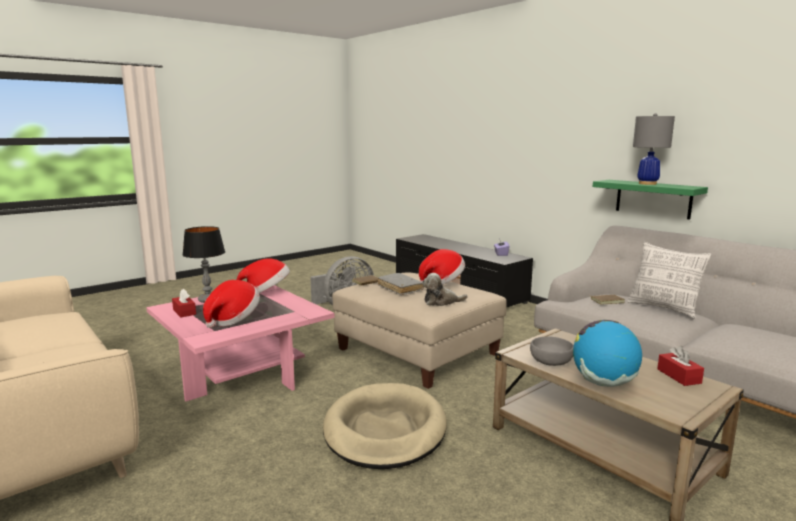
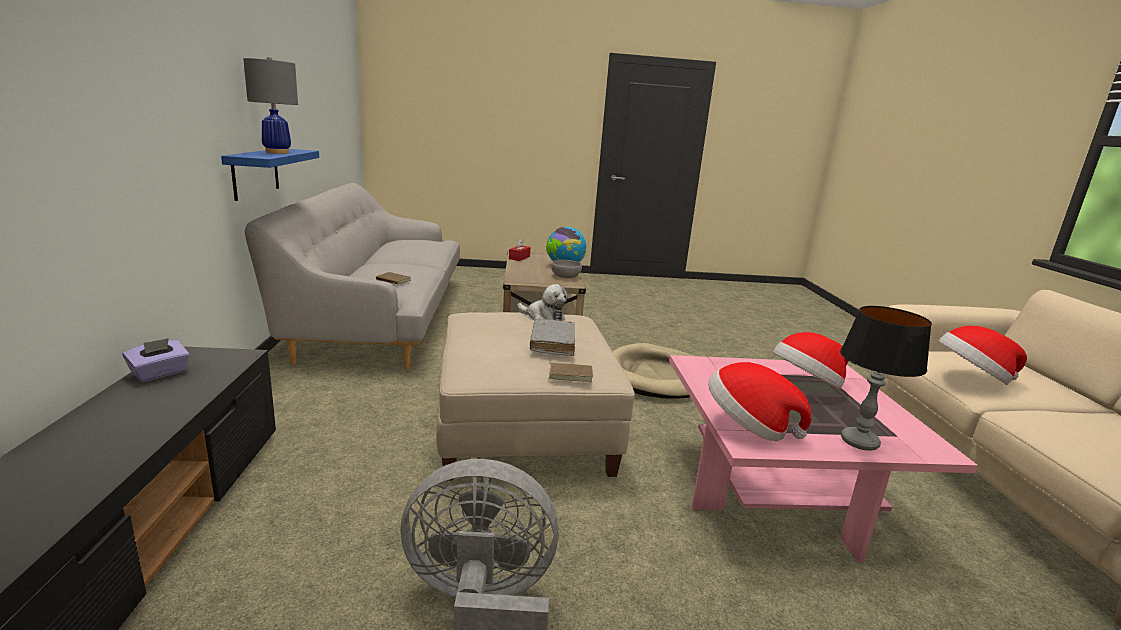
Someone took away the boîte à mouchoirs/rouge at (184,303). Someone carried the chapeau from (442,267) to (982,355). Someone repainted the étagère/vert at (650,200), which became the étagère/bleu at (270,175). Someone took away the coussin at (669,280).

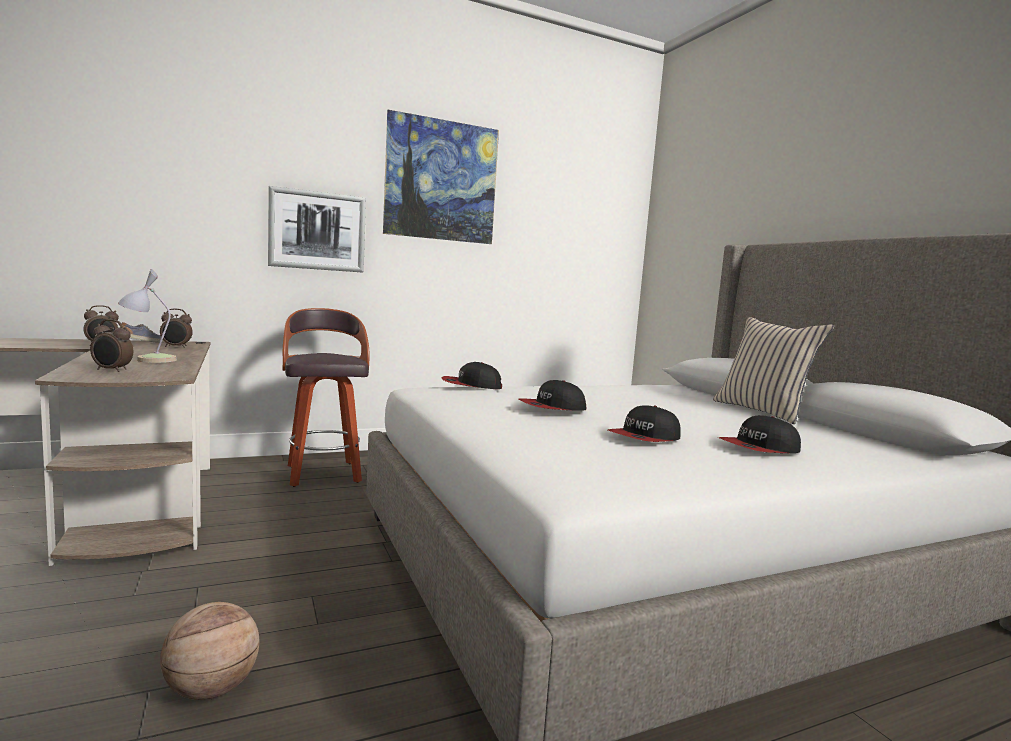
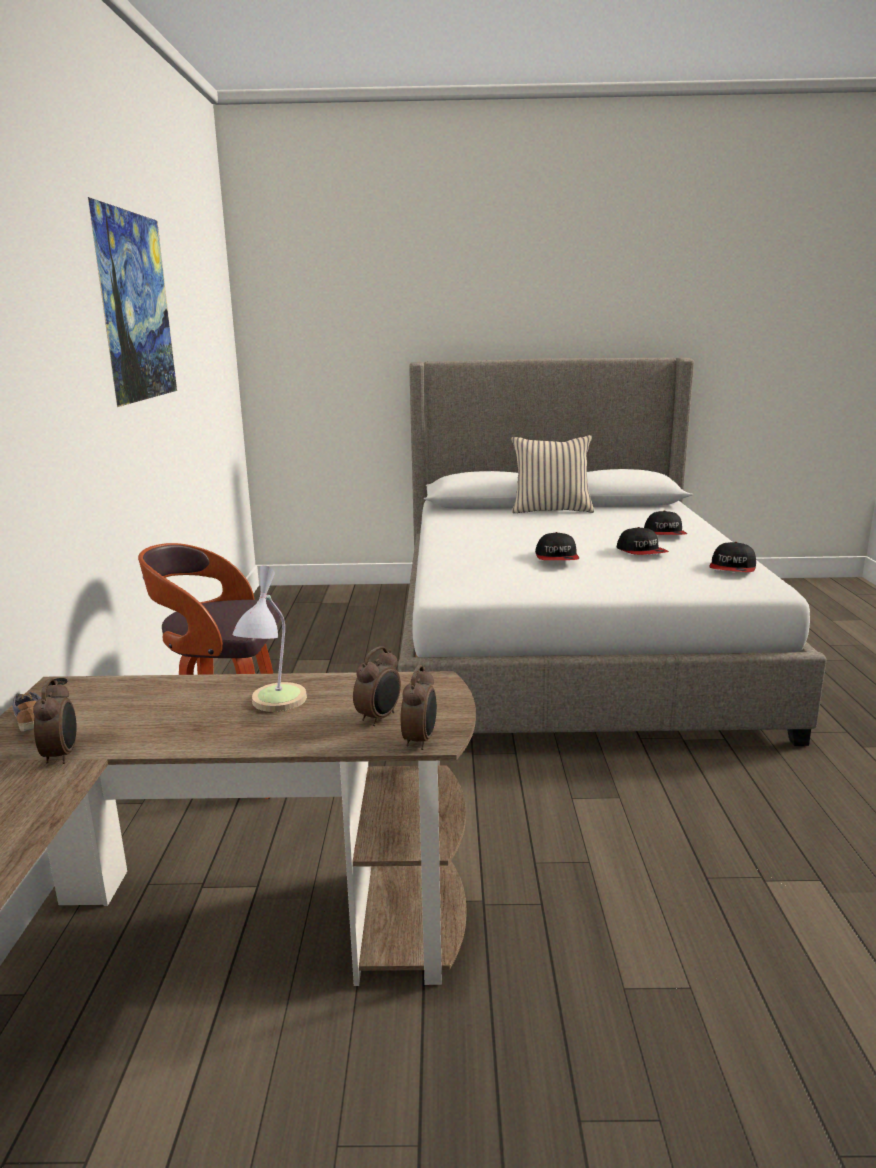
Someone carried the réveil from (176,328) to (418,707). Someone took away the ballon de basket at (209,651). Someone took away the tableau at (317,229). Someone carried the casquette from (472,375) to (732,557).

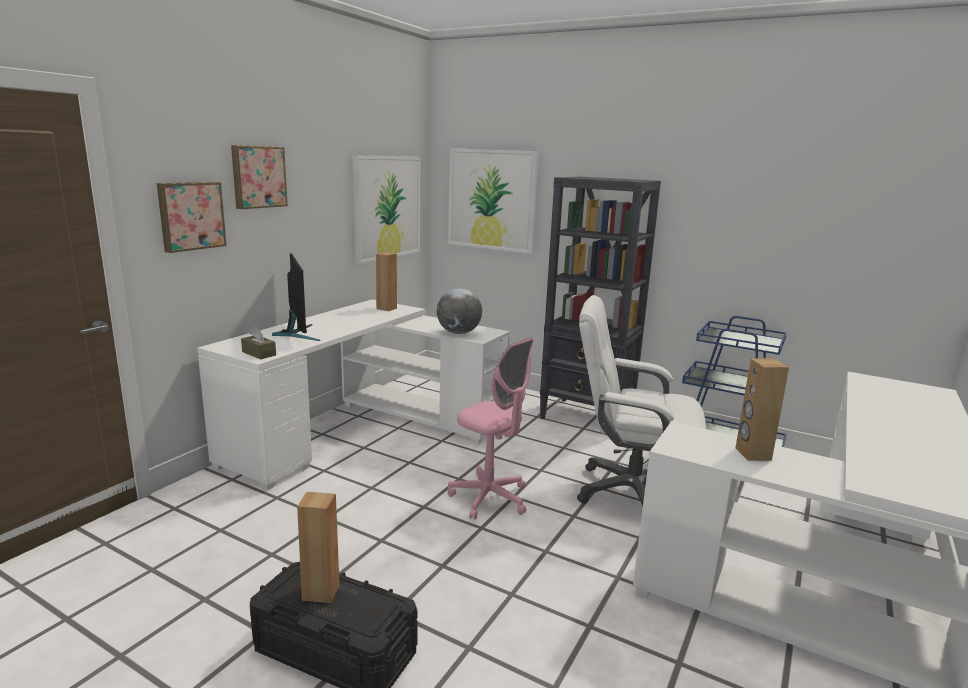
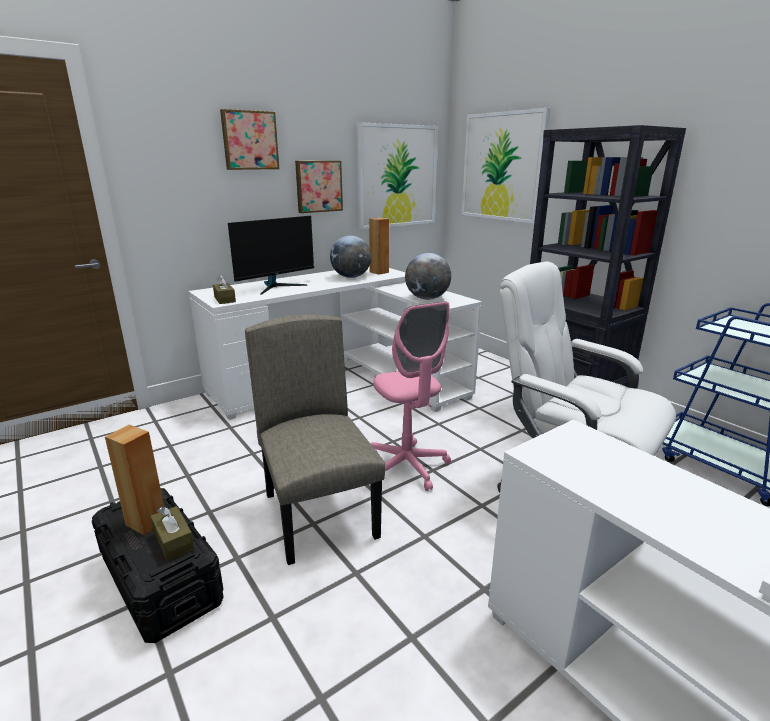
Someone carried the tableau from (192,217) to (319,187). Someone rotated the écran d'ordinateur at (296,297) by 45 degrees clockwise. Someone took away the enceinte/marron at (762,409). Someone put down the boîte à mouchoirs/marron at (172,533). Someone put down the chaise/beige at (315,439). Someone put down the globe at (350,257).

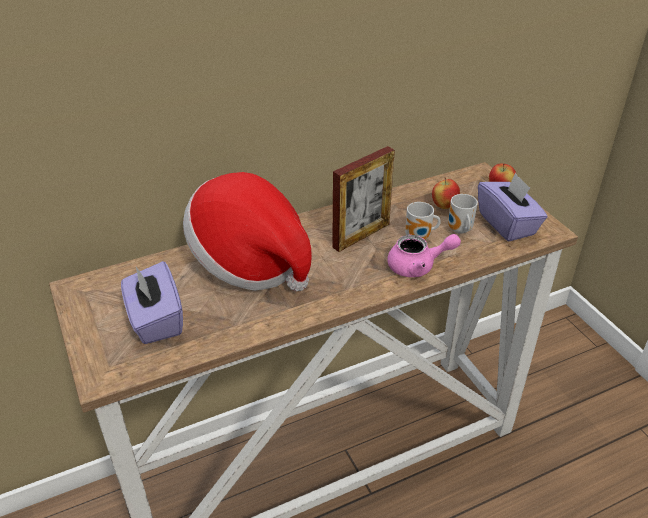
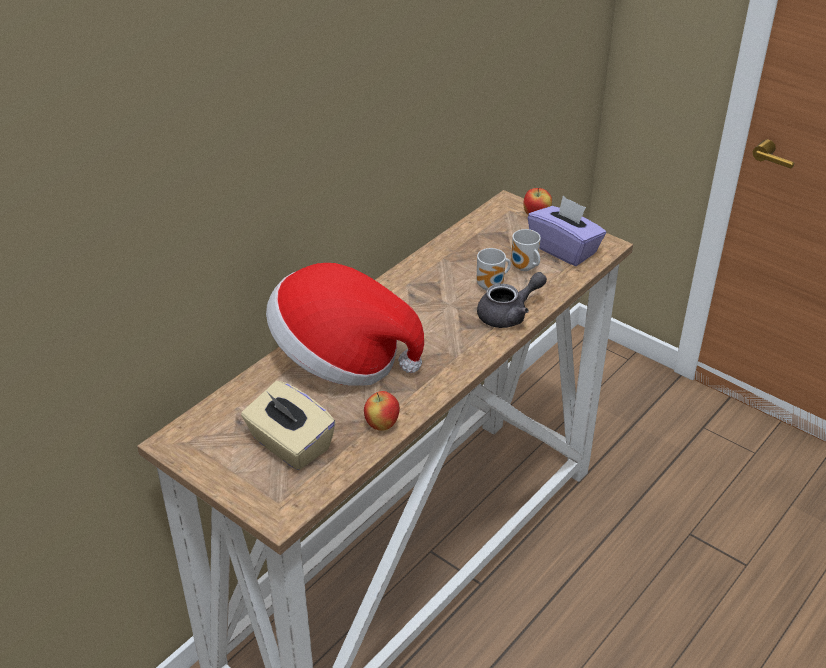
Someone repainted the boîte à mouchoirs/violet at (152,302), which became the boîte à mouchoirs/beige at (288,425). Someone took away the cadre photo at (363,199). Someone repainted the théière/rose at (424,255), which became the théière/gris at (512,300). Someone carried the pomme from (446,193) to (382,411).

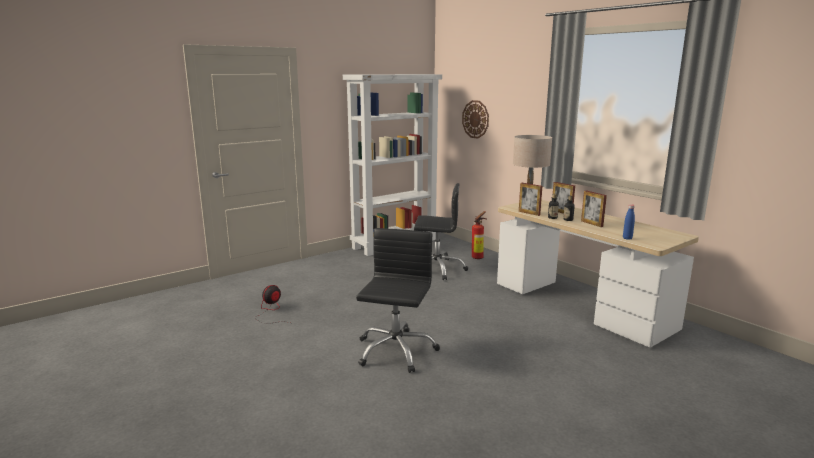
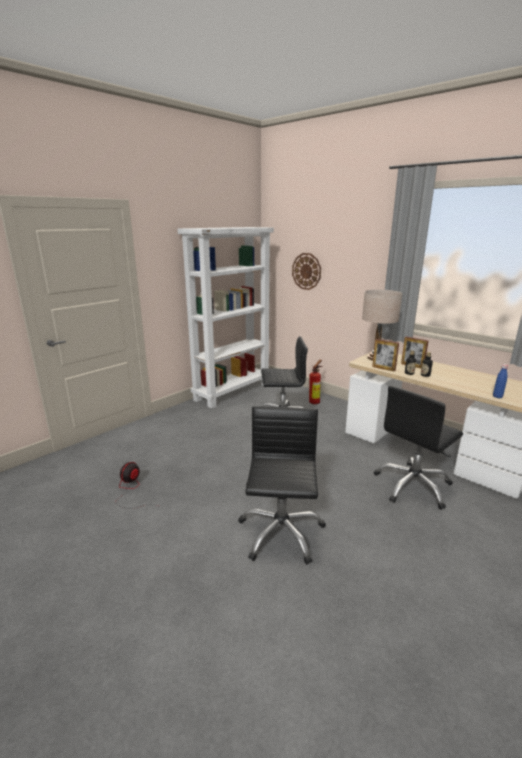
Someone took away the cadre photo at (594,208). Someone put down the chaise de bureau/noir at (418,448).

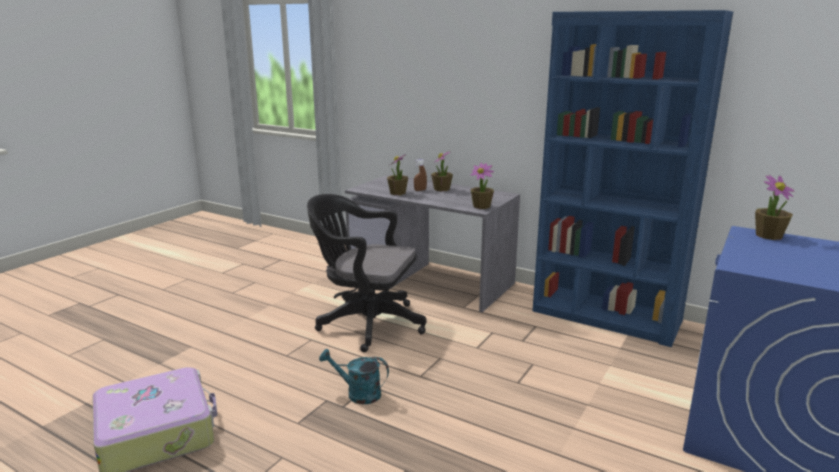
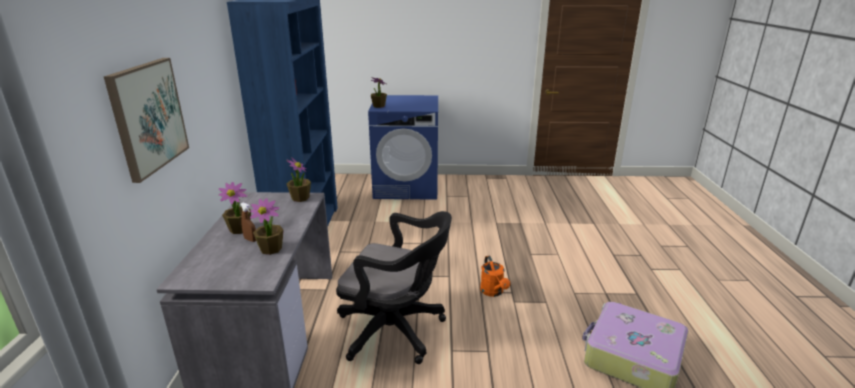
Someone rotated the chaise de bureau/noir at (366,273) by 60 degrees counterclockwise. Someone repainted the arrosoir/turquoise at (354,376), which became the arrosoir/orange at (495,276). Someone put up the tableau at (146,120).

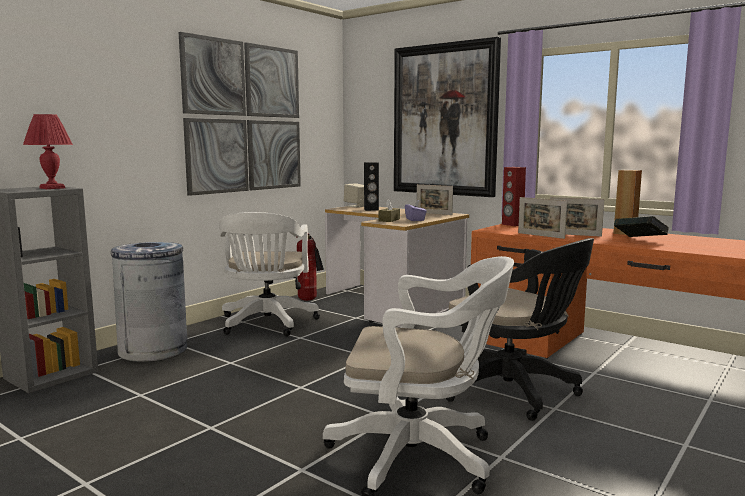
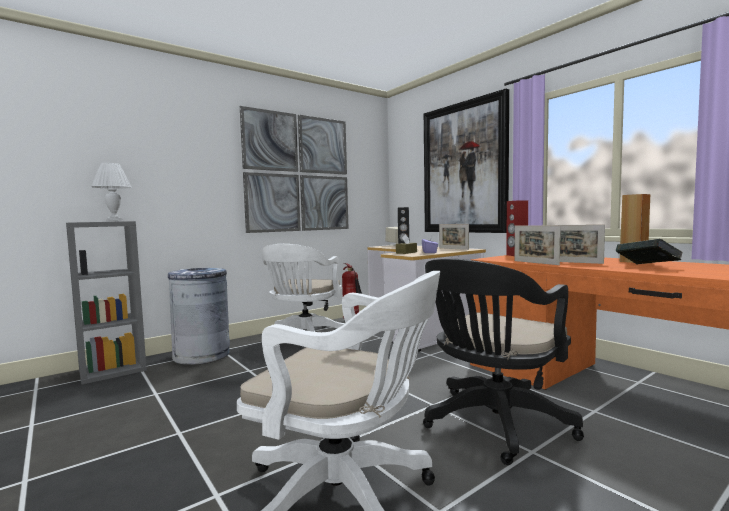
Someone repainted the lampe de table/rouge at (48,151), which became the lampe de table/blanc at (111,192). Someone rotated the chaise de bureau/noir at (520,329) by 75 degrees clockwise.

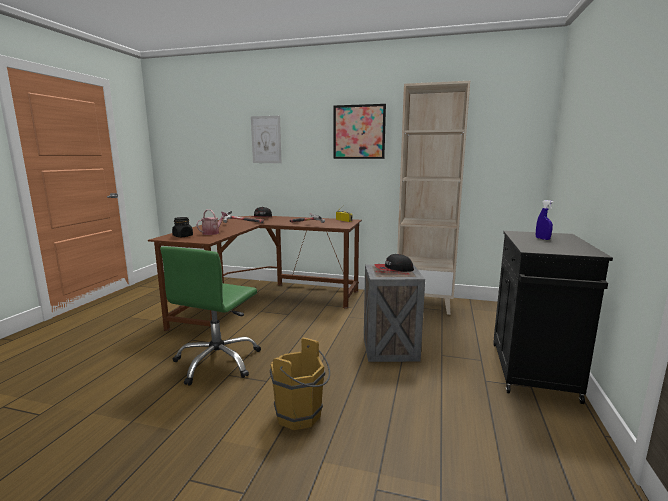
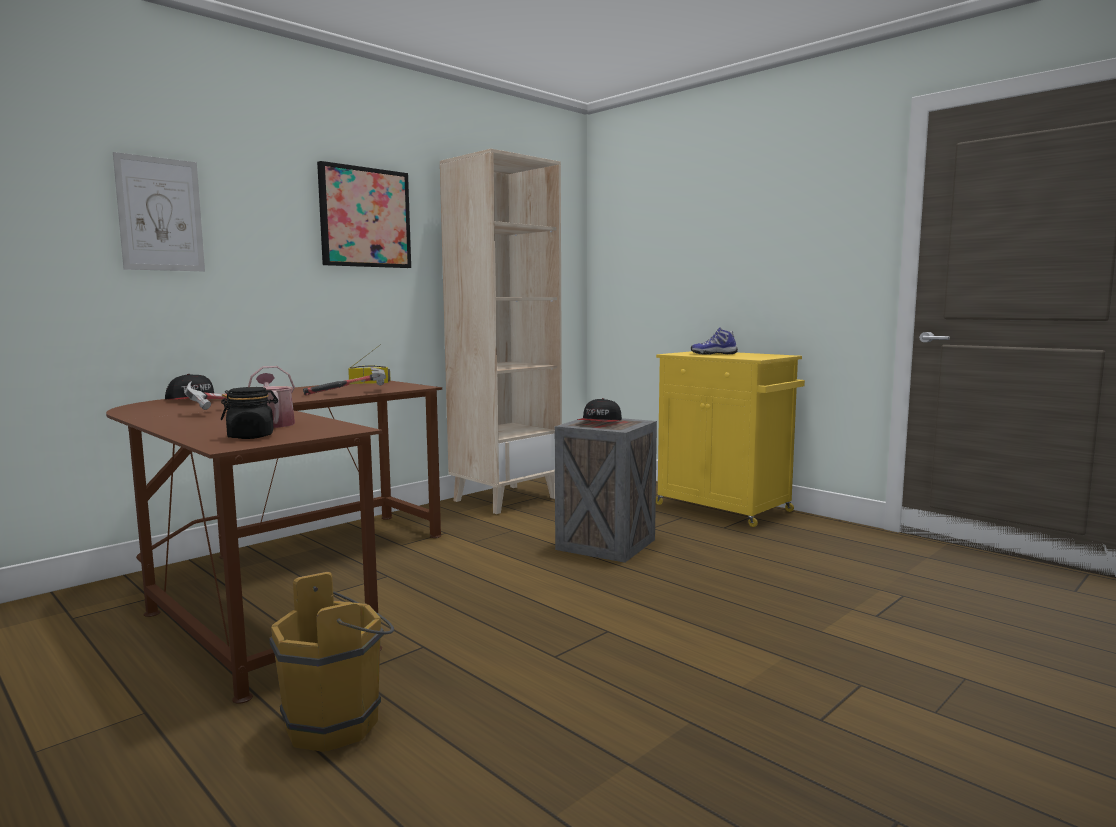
Someone took away the chaise de bureau/vert at (210,316). Someone carried the seau/marron from (300,383) to (331,662). Someone repainted the meuble de rangement/noir at (553,317), which became the meuble de rangement/jaune at (730,439). Someone swapped the vaporisateur/bleu at (545,220) for the chaussure at (714,341).

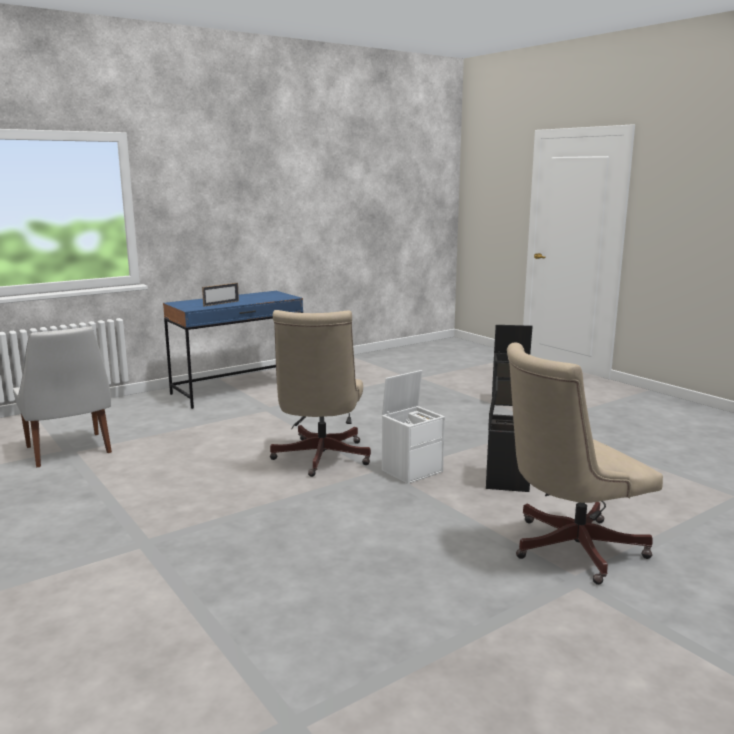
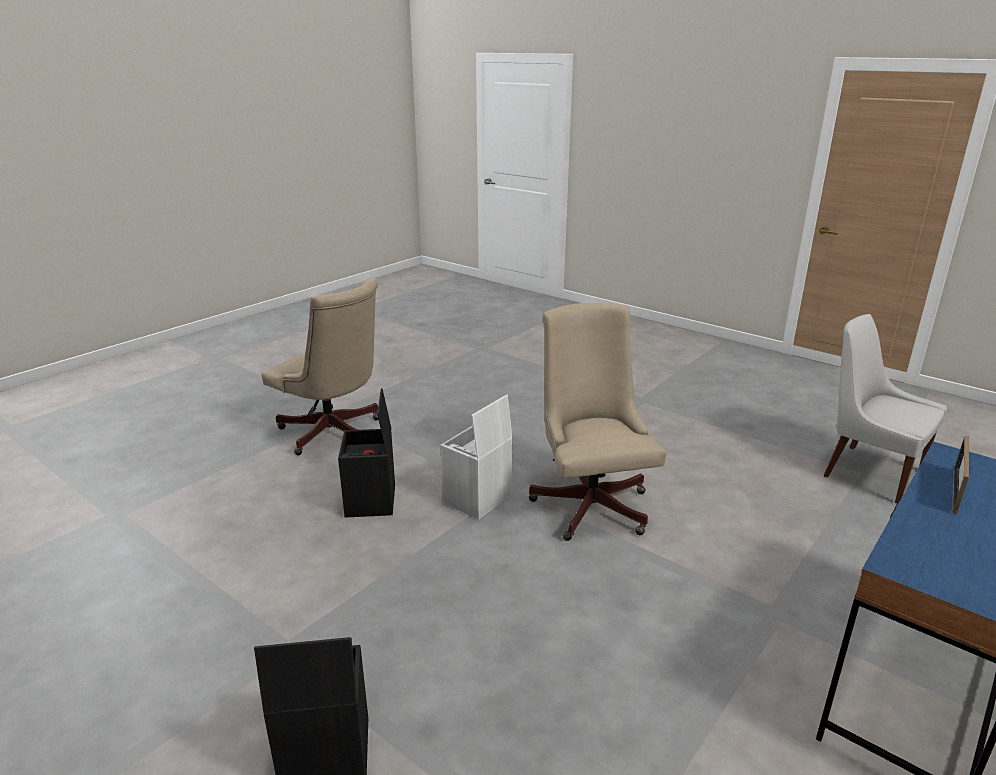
Someone rotated the chaise de bureau/beige at (585,463) by 75 degrees clockwise.

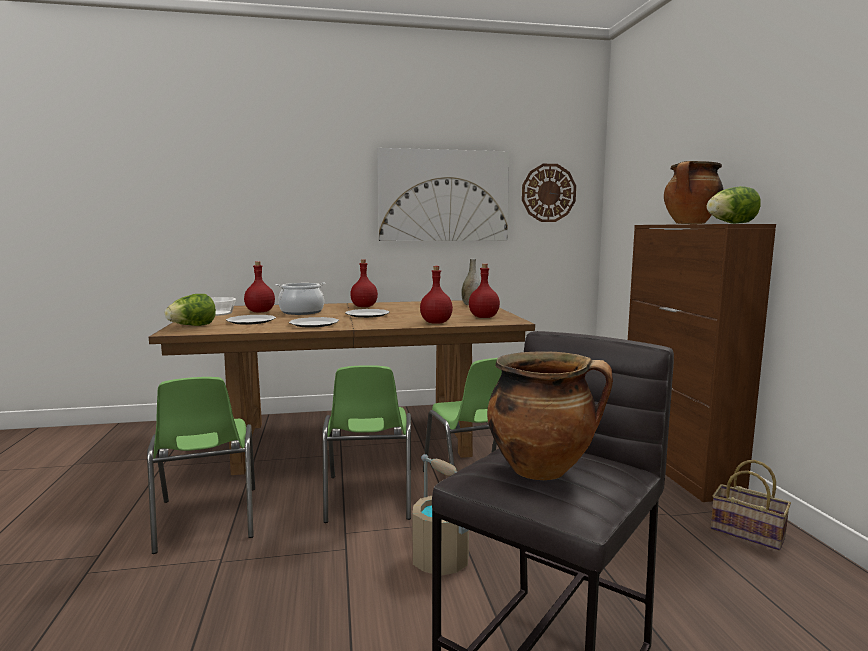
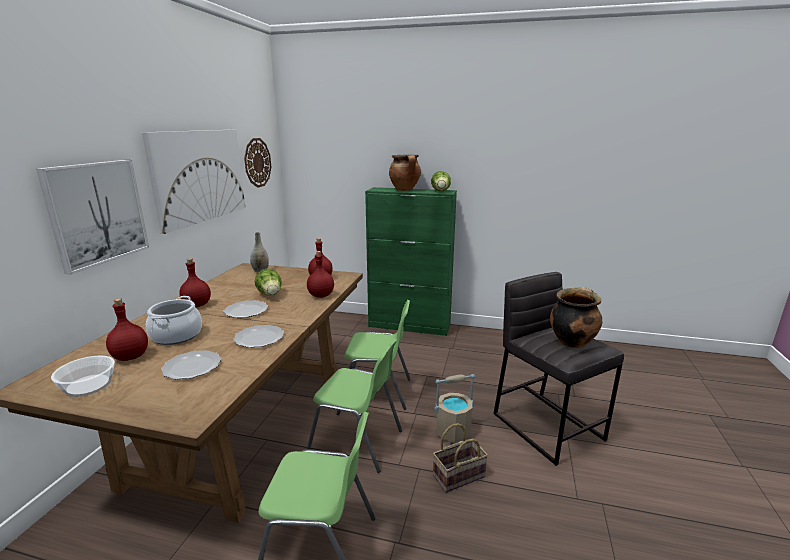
Someone carried the laitue from (190,310) to (268,282). Someone repainted the meuble de rangement/marron at (702,363), which became the meuble de rangement/vert at (411,261). Someone carried the panier from (751,505) to (460,458). Someone put up the tableau at (92,217).

